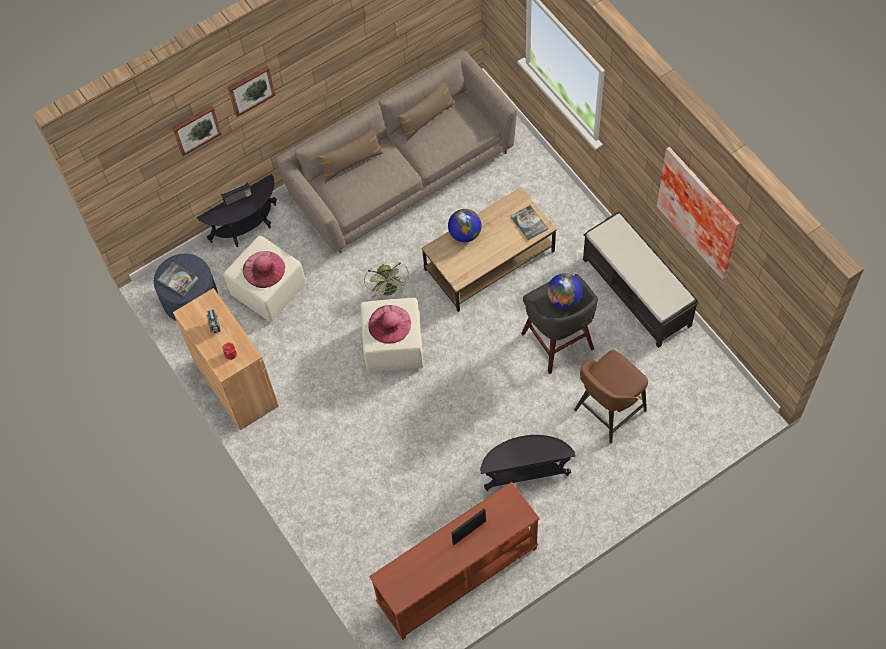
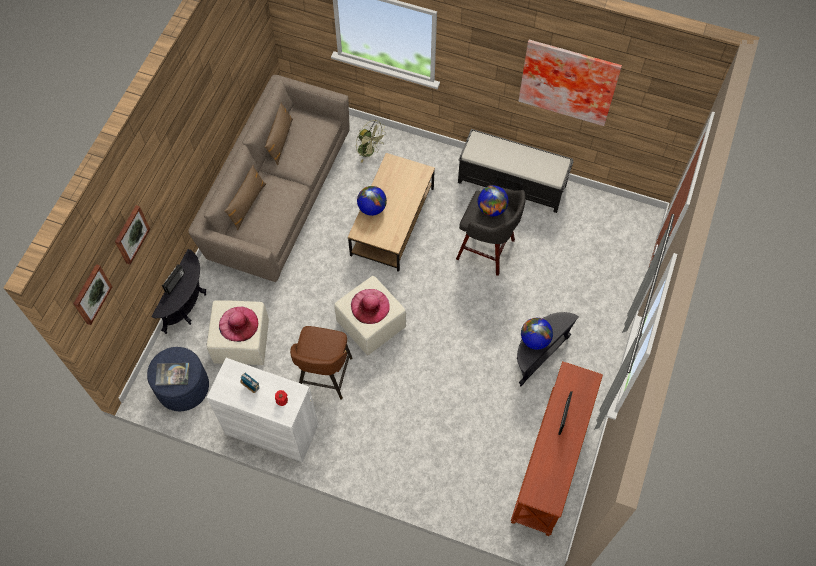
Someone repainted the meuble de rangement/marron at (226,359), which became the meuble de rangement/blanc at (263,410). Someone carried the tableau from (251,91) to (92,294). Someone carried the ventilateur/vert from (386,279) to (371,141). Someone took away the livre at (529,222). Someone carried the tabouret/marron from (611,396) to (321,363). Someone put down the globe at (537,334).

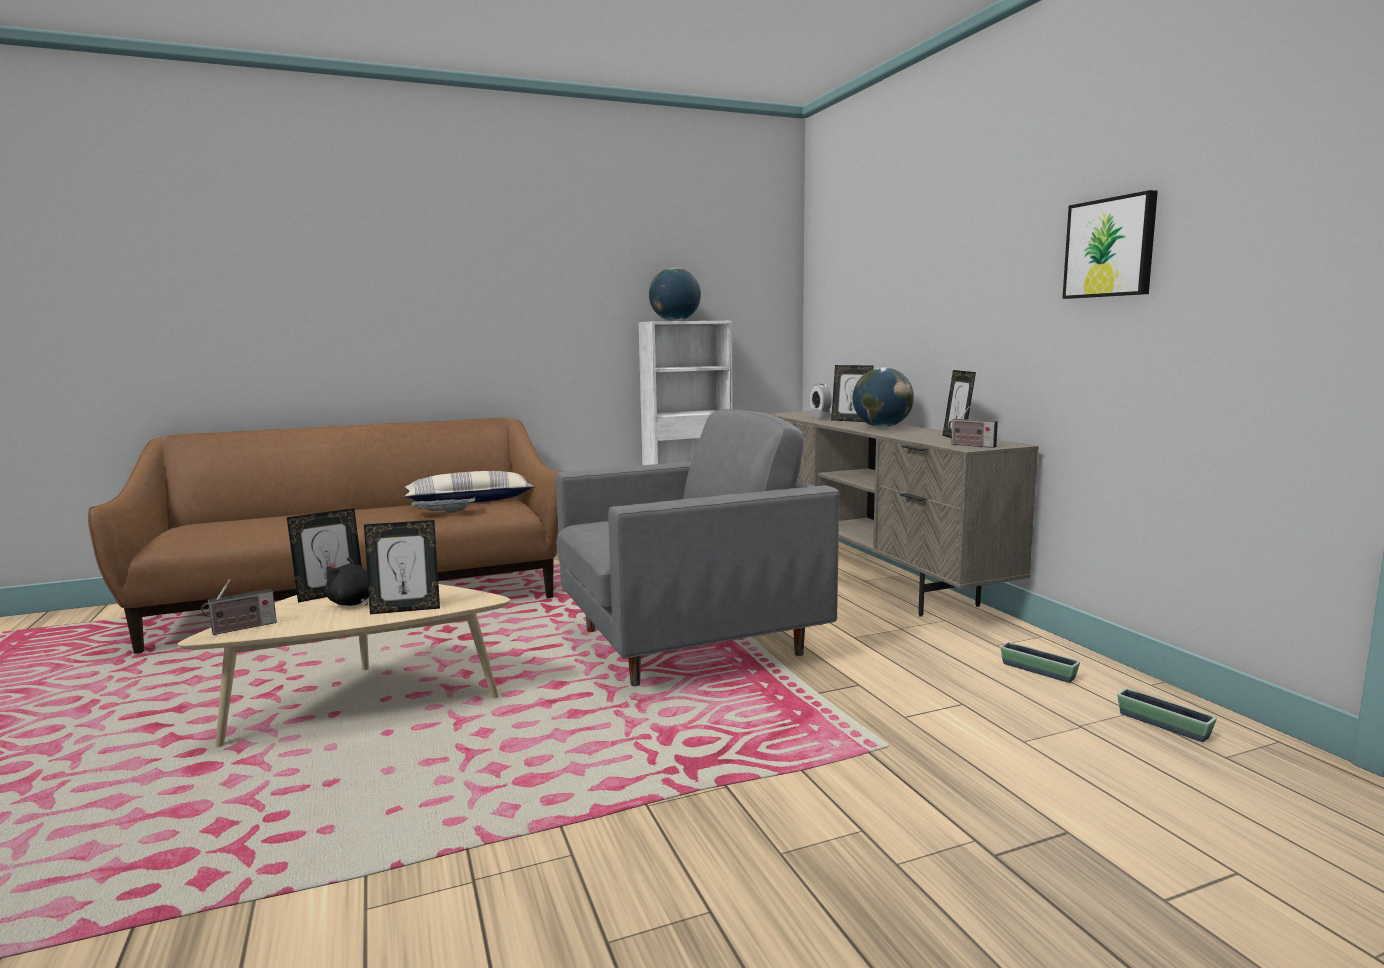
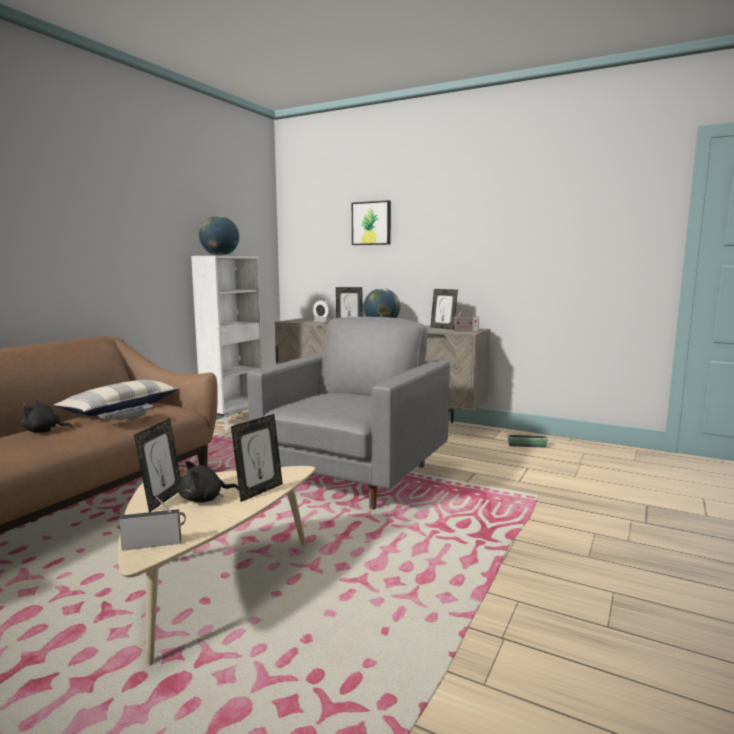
Someone rotated the radio at (239,607) by 120 degrees counterclockwise. Someone carried the tableau from (1110,244) to (371,222). Someone took away the cache-pot at (1167,715). Someone put down the peluche/noir at (47,416).

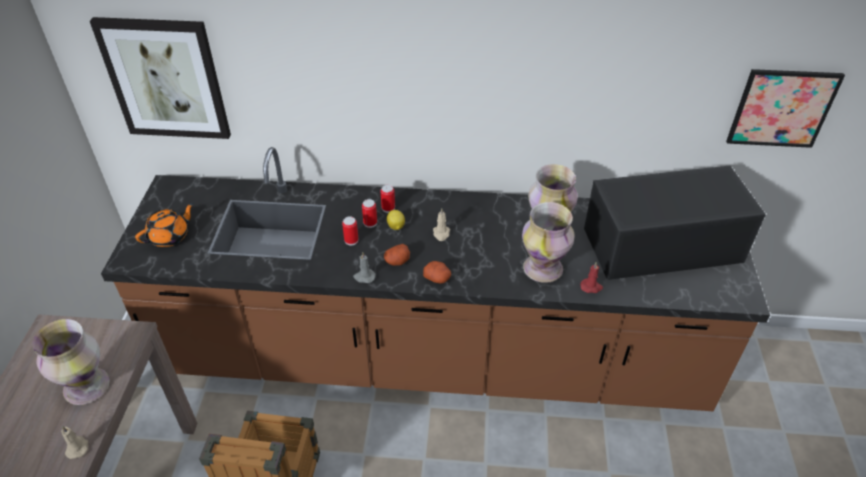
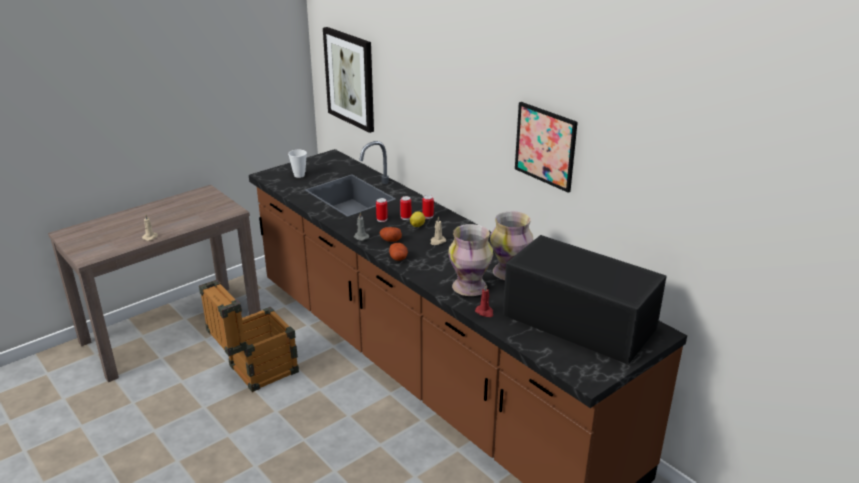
Someone took away the vase at (70,362). Someone swapped the théière/orange at (164,225) for the tasse at (297,164). Someone carried the tableau from (785,108) to (546,147).

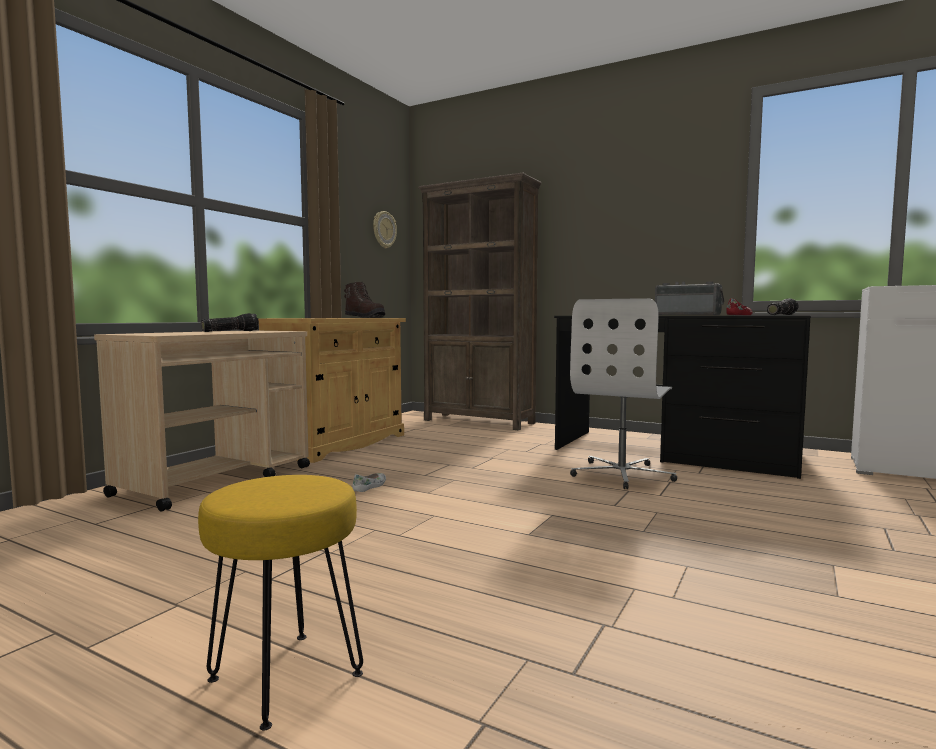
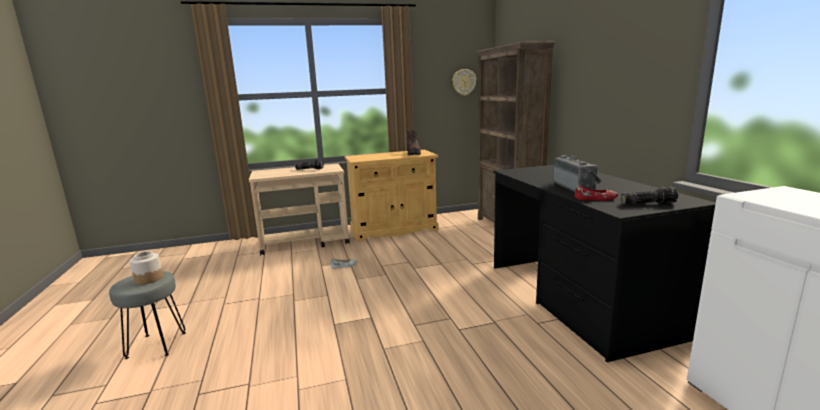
Someone repainted the tabouret/jaune at (280,603), which became the tabouret/gris at (147,315). Someone took away the chaise de bureau/blanc at (623,393). Someone put down the bocal at (146,268).

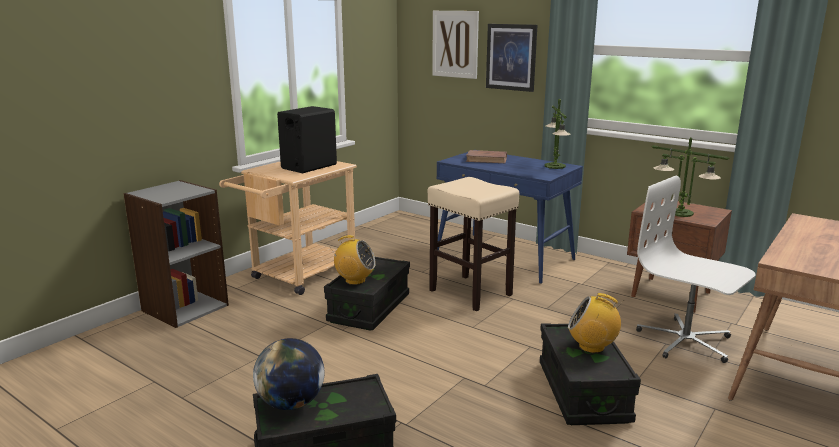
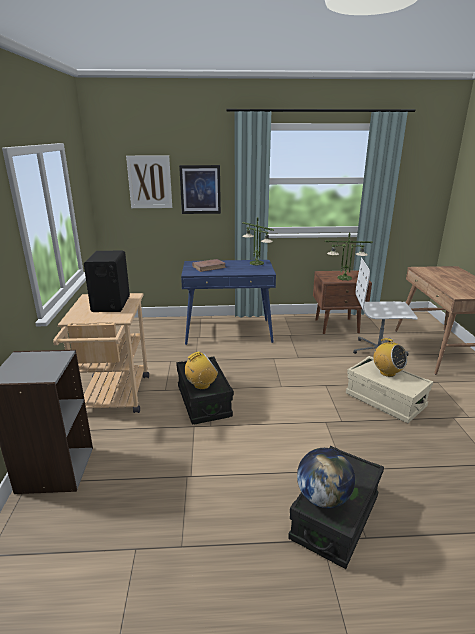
Someone took away the tabouret/beige at (473,244). Someone repainted the boîte de rangement/noir at (590,374), which became the boîte de rangement/beige at (389,389). Someone rotated the radio at (596,323) by 105 degrees counterclockwise.

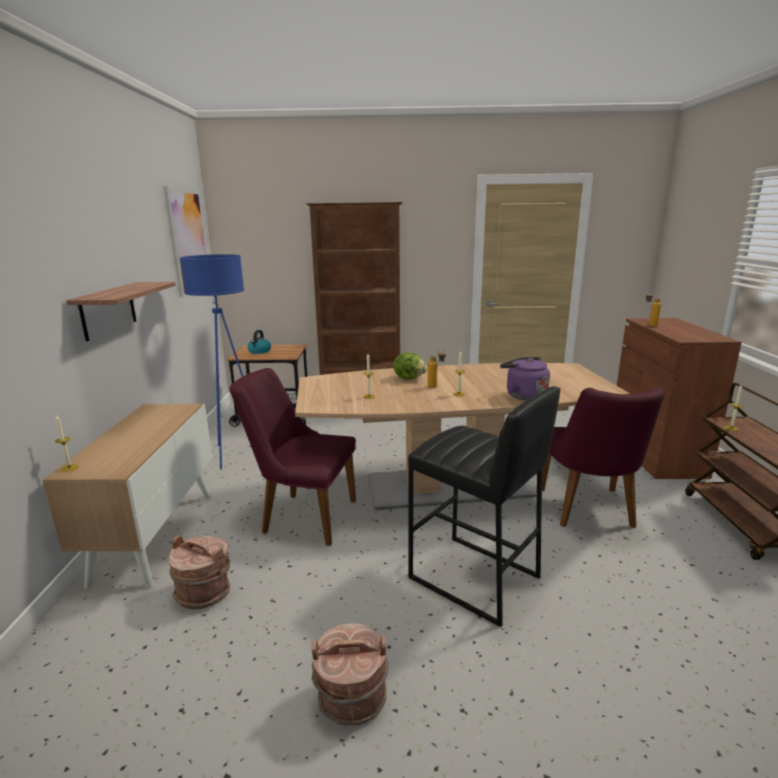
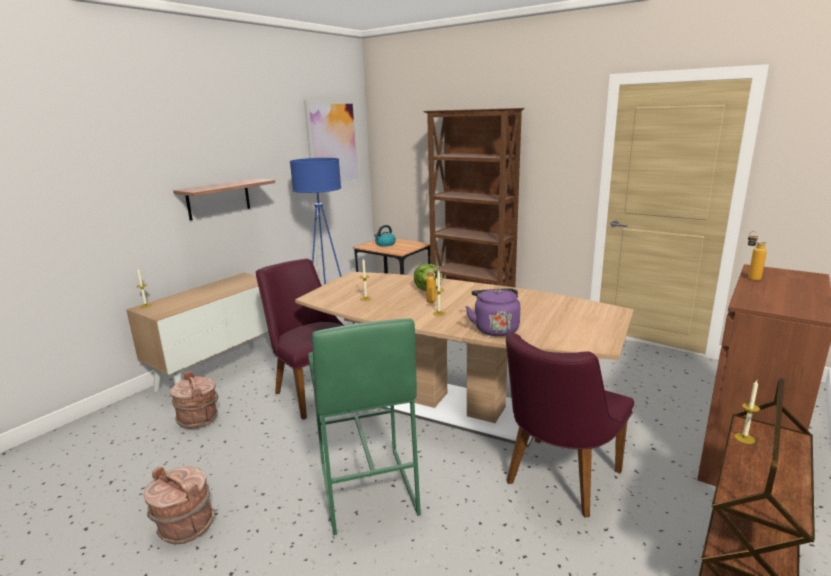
Someone repainted the tabouret/noir at (484,506), which became the tabouret/vert at (364,426).

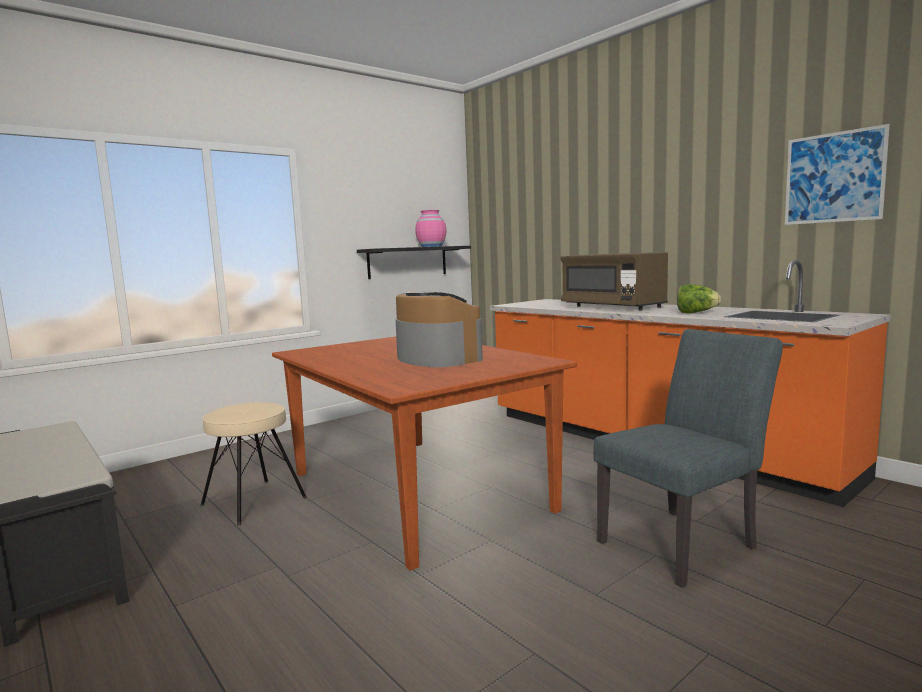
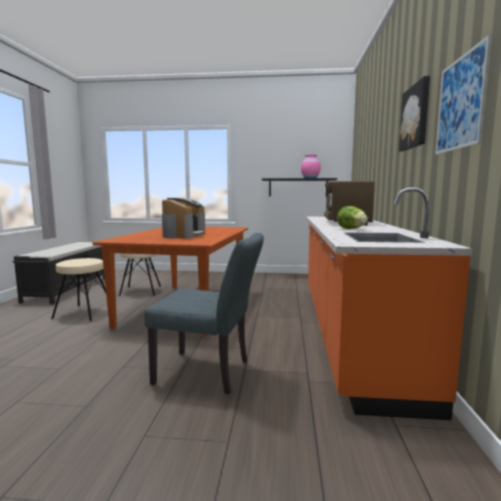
Someone put down the tabouret/beige at (78,290). Someone put up the tableau at (414,113).

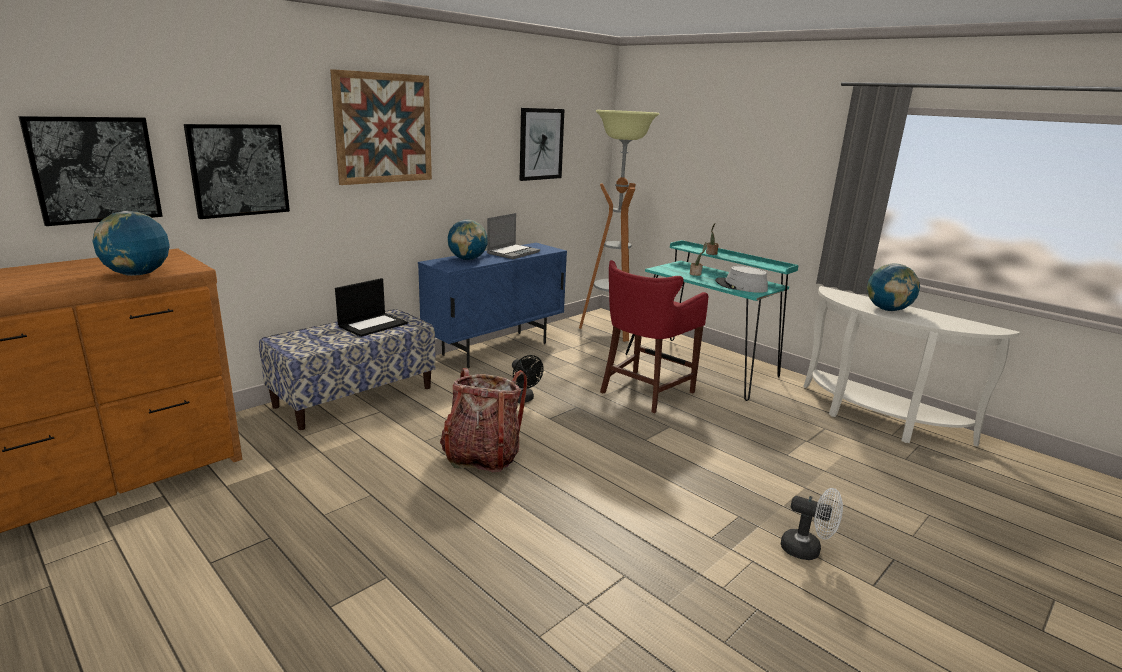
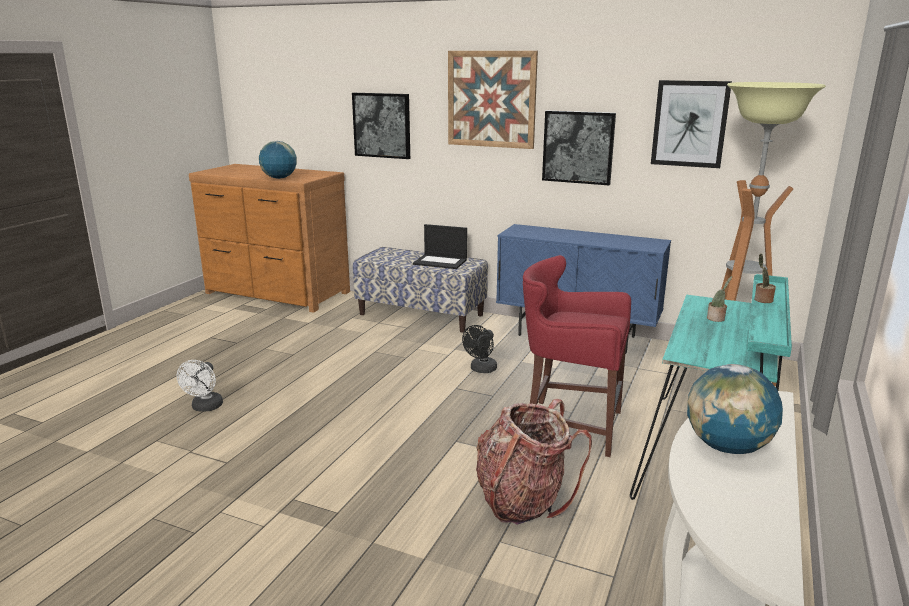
Someone carried the tableau from (91,171) to (579,148). Someone carried the sac à dos from (483,420) to (534,462). Someone took away the globe at (468,239). Someone took away the ordinateur portable at (513,236). Someone took away the chapeau/gris at (741,279). Someone carried the ventilateur/blanc from (812,524) to (200,386).

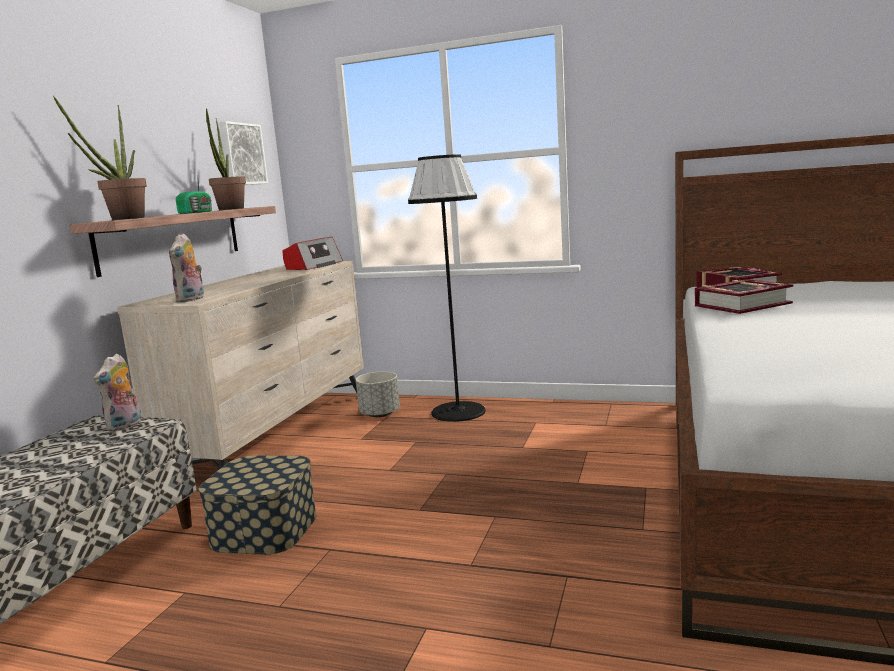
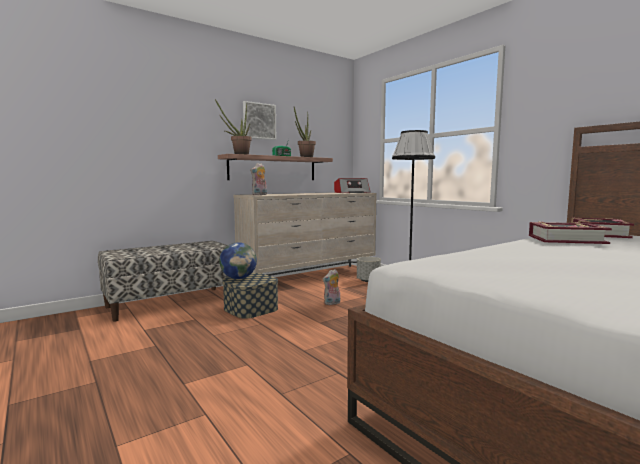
Someone carried the peluche from (117,392) to (331,287). Someone carried the tableau from (243,153) to (259,120). Someone put down the globe at (238,260).

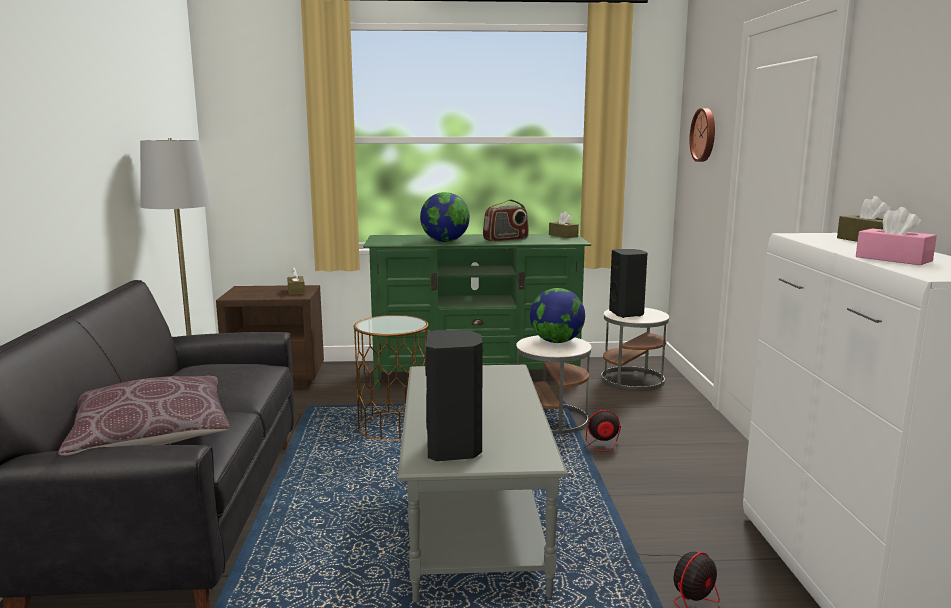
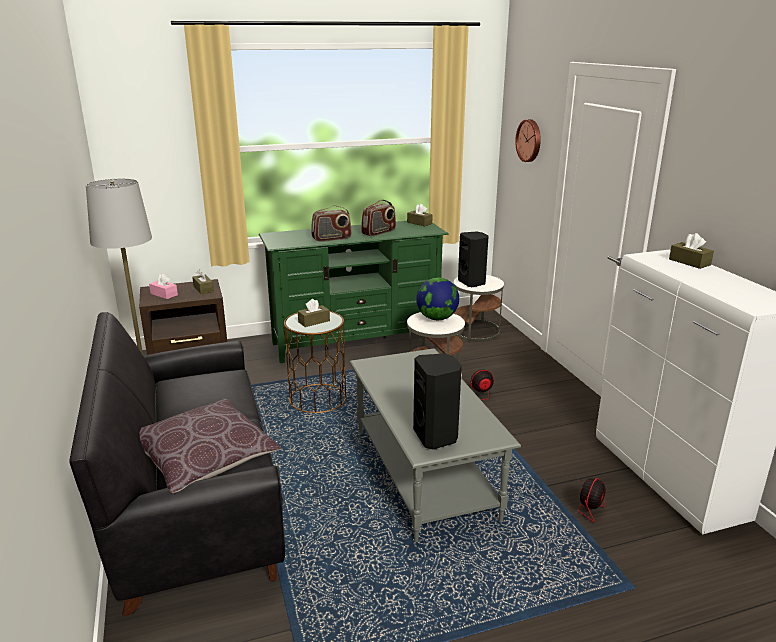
Someone swapped the globe at (445,217) for the radio at (331,223). Someone carried the boîte à mouchoirs/rose from (896,236) to (163,286). Someone put down the boîte à mouchoirs/marron at (314,313).

